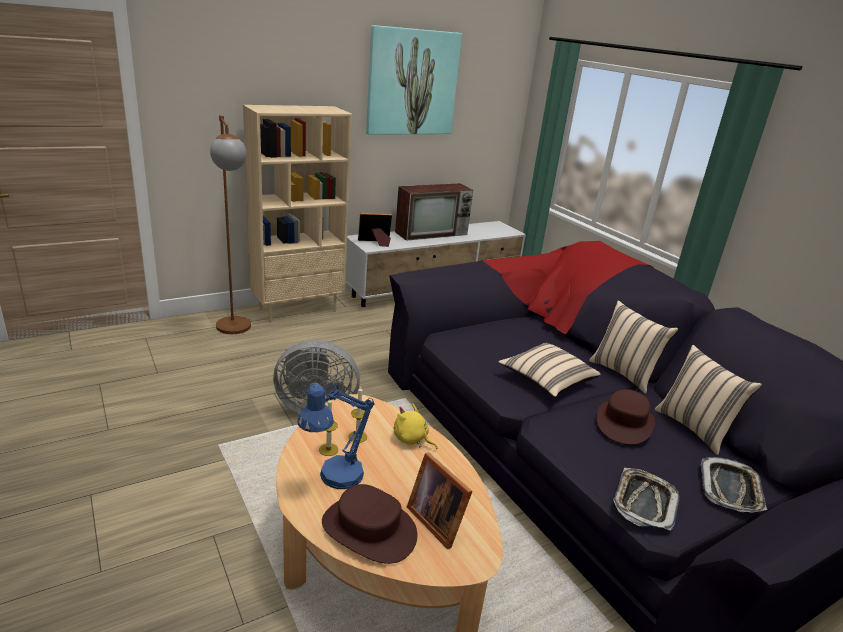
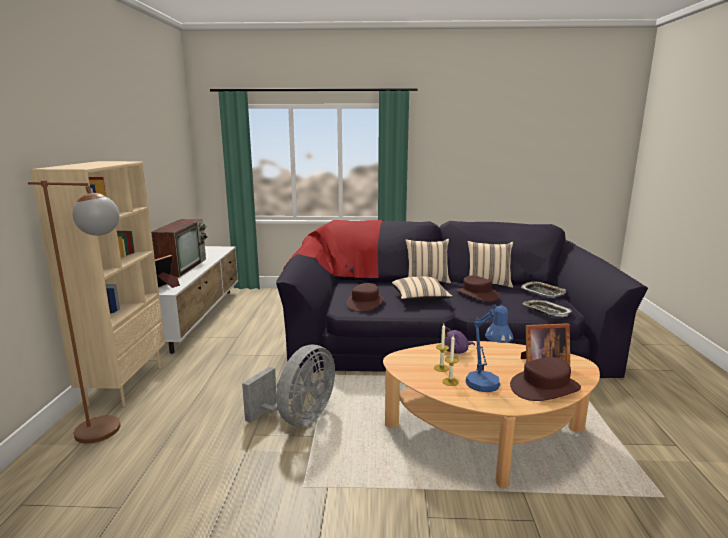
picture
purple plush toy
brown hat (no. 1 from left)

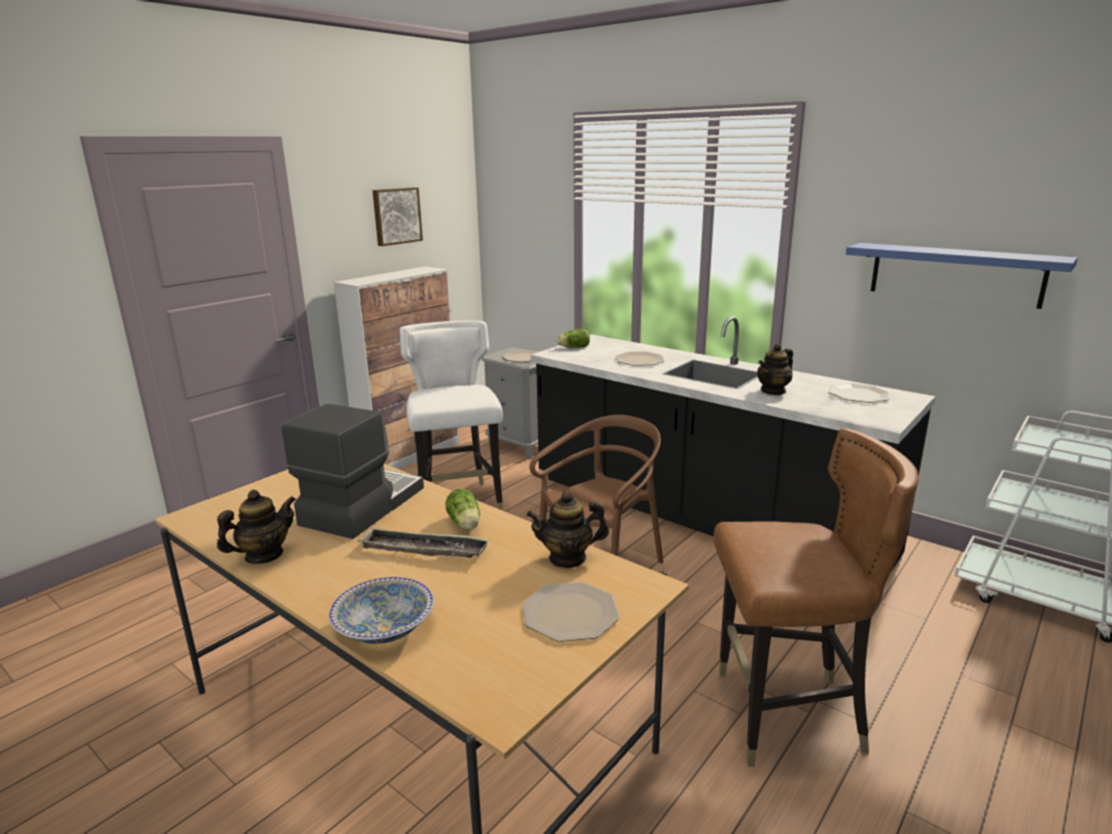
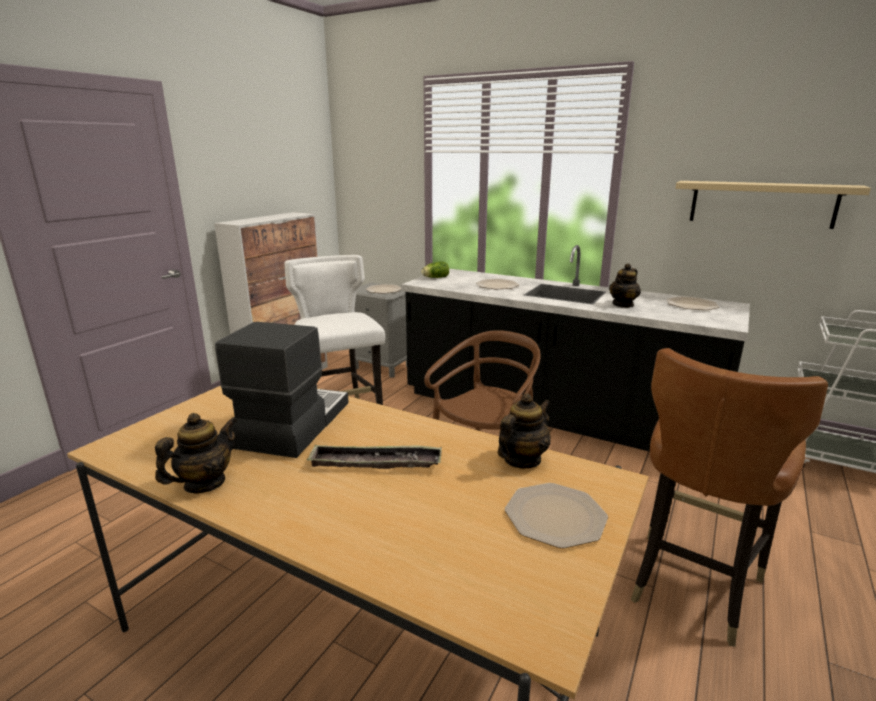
picture
beige shelf
brown chair (no. 2 from left)
lettuce (no. 1 from left in the first image)
teapot (no. 2 from left)
bowl

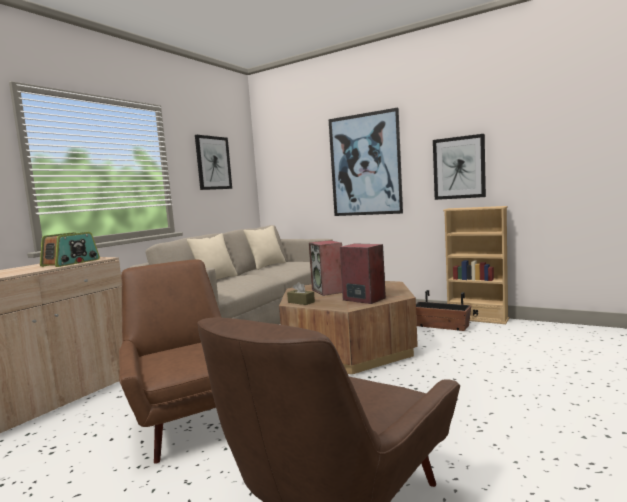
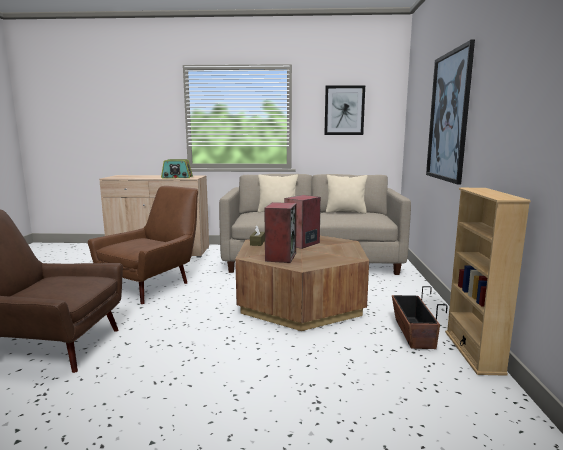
picture (no. 3 from left in the first image)

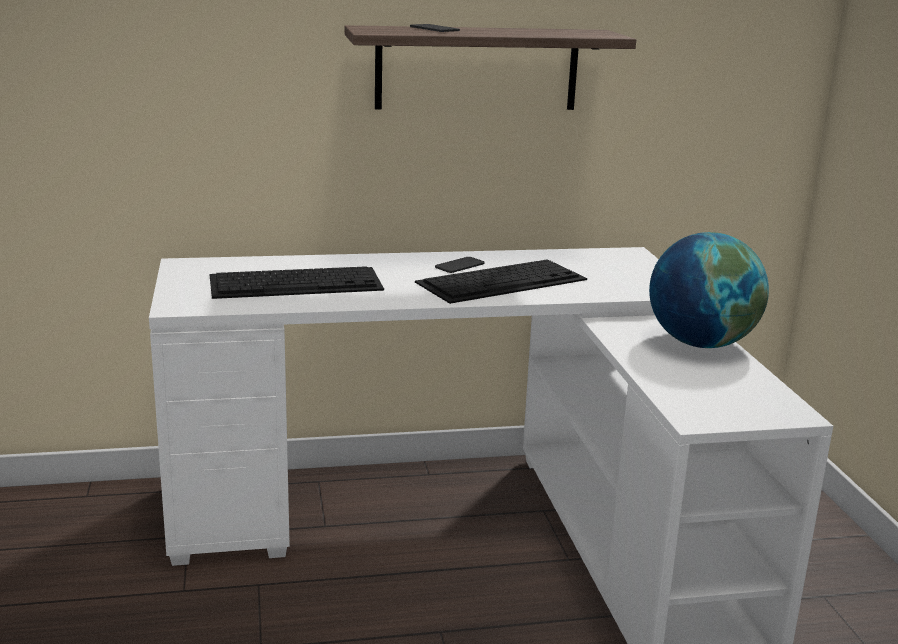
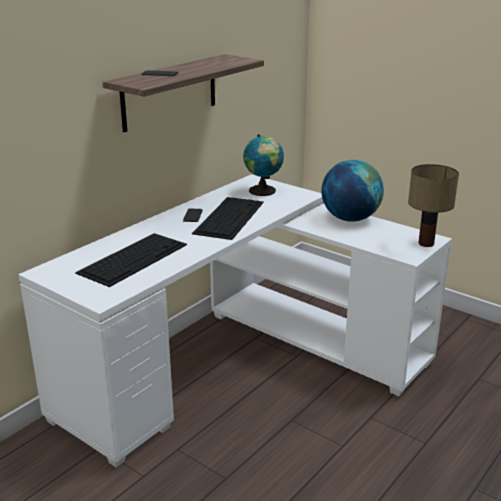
globe (no. 1 from left)
table lamp

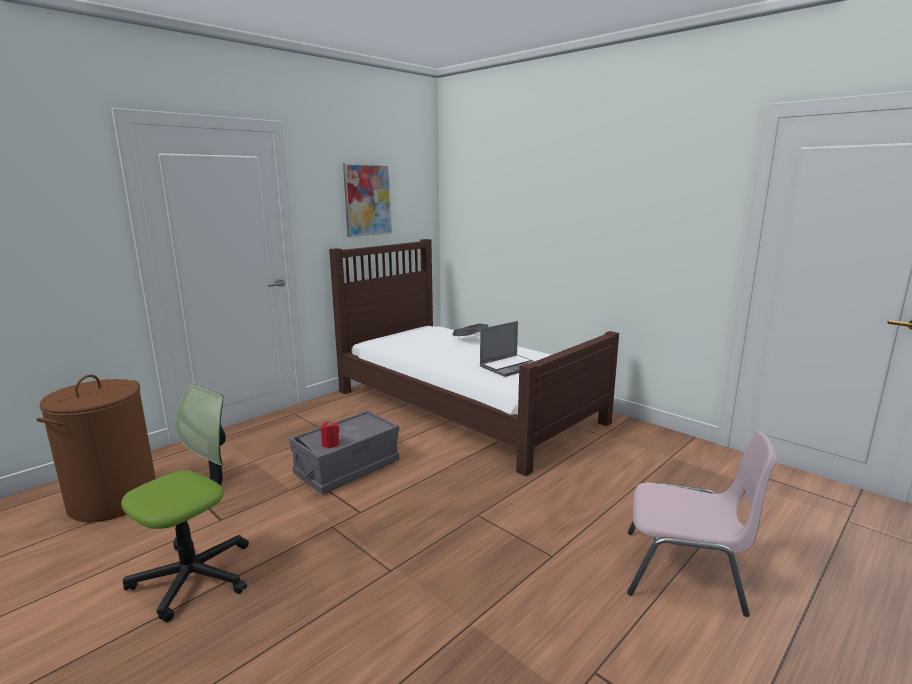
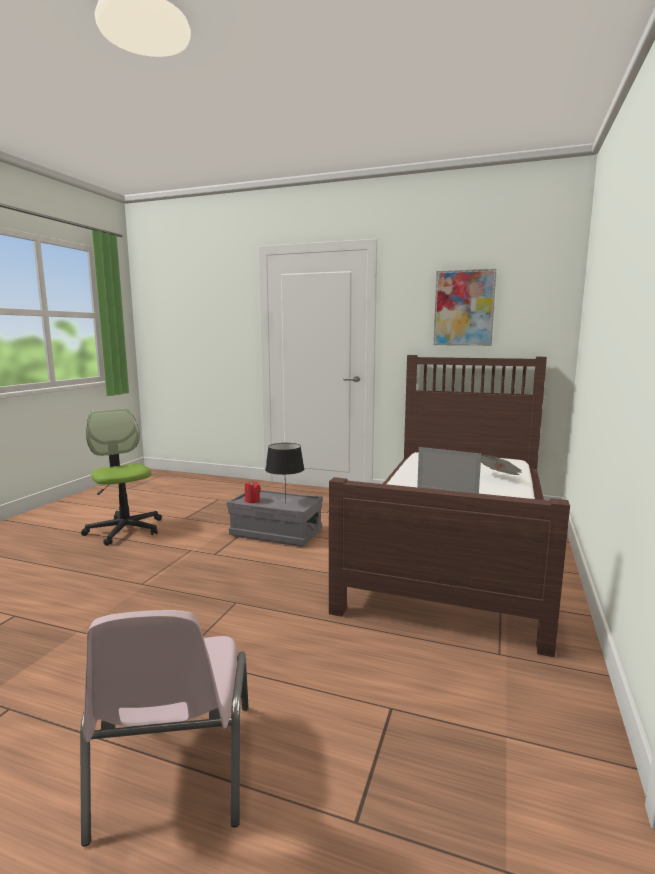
brown laundry basket
office chair
black table lamp

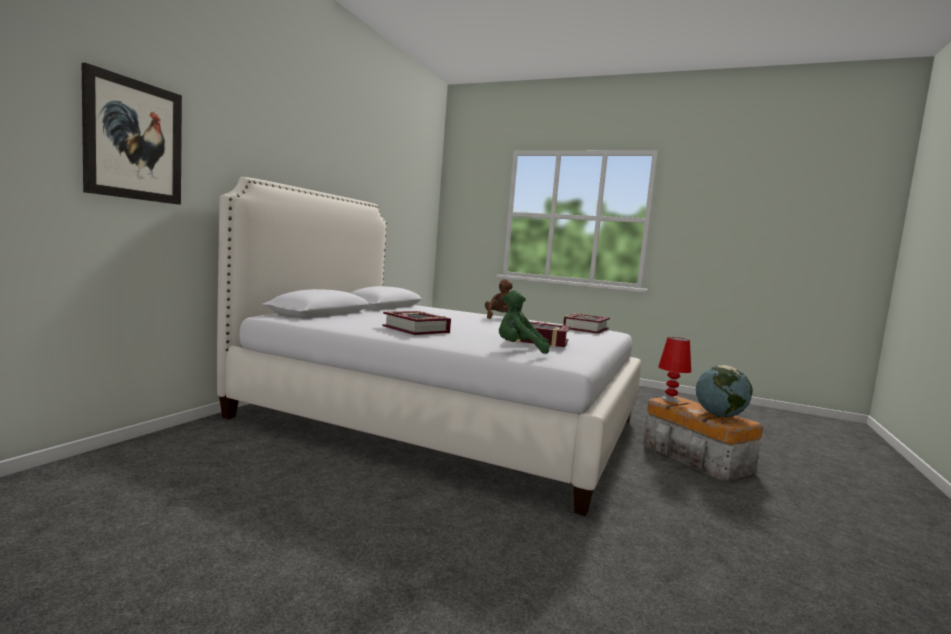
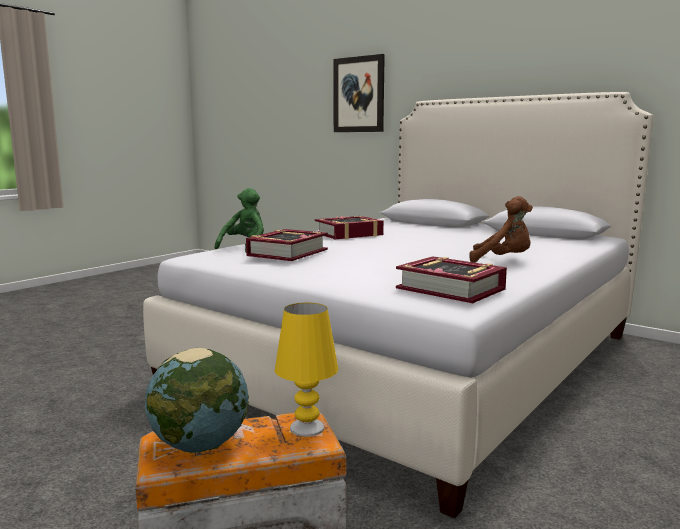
yellow table lamp

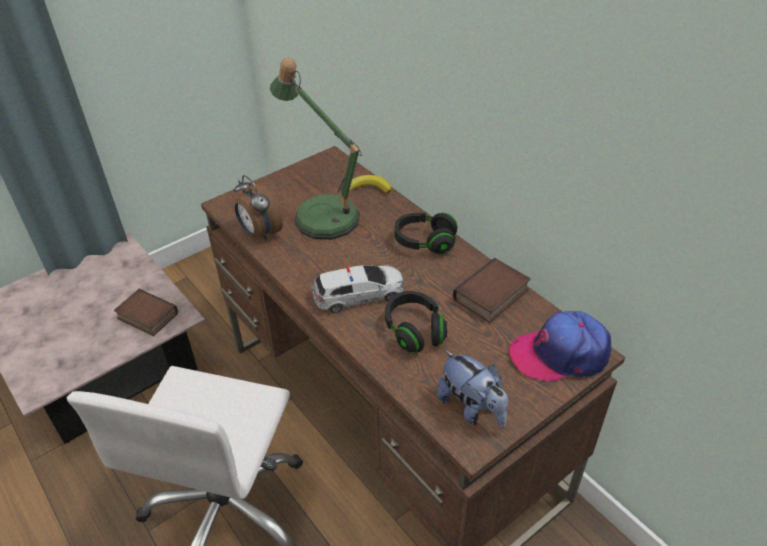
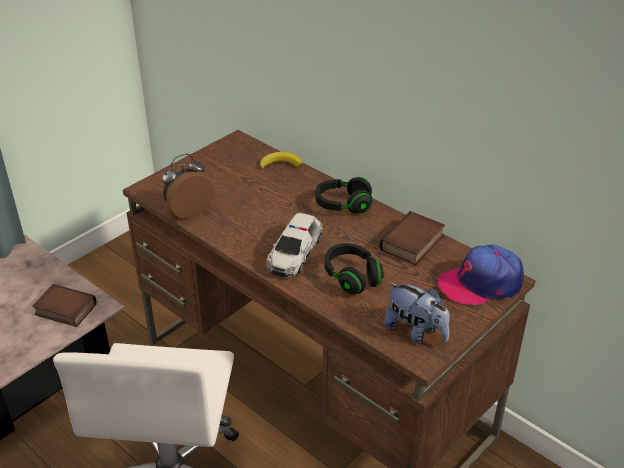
table lamp
alarm clock
toy car

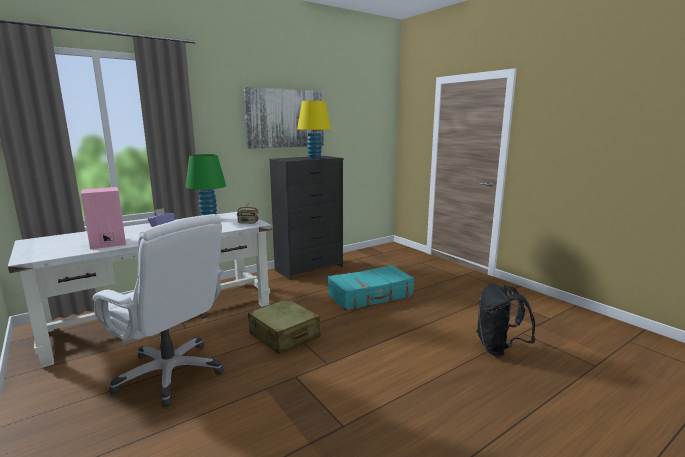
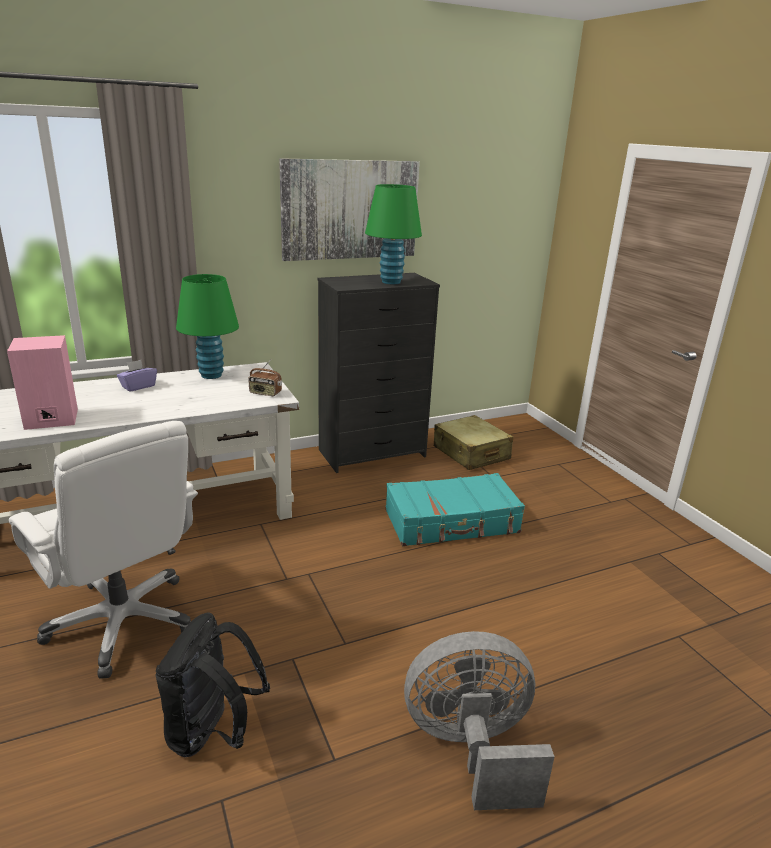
green table lamp (no. 2 from left)
black backpack
beige suitcase
grey fan

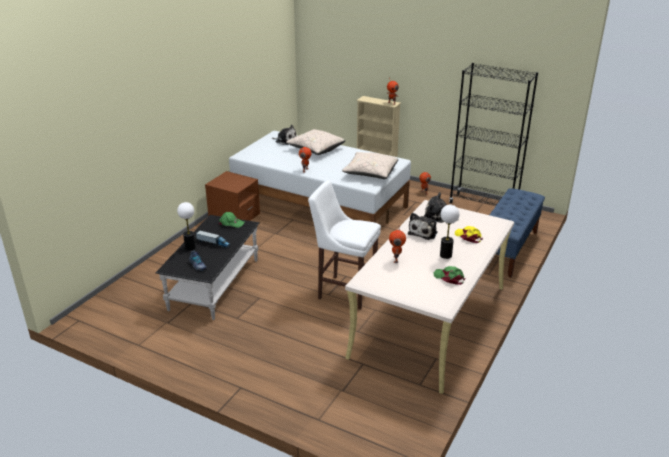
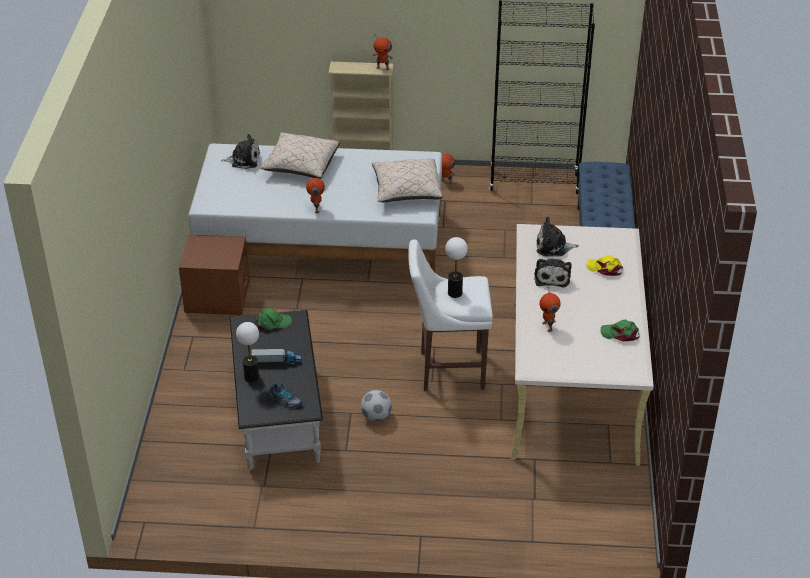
table lamp (no. 2 from left)
football

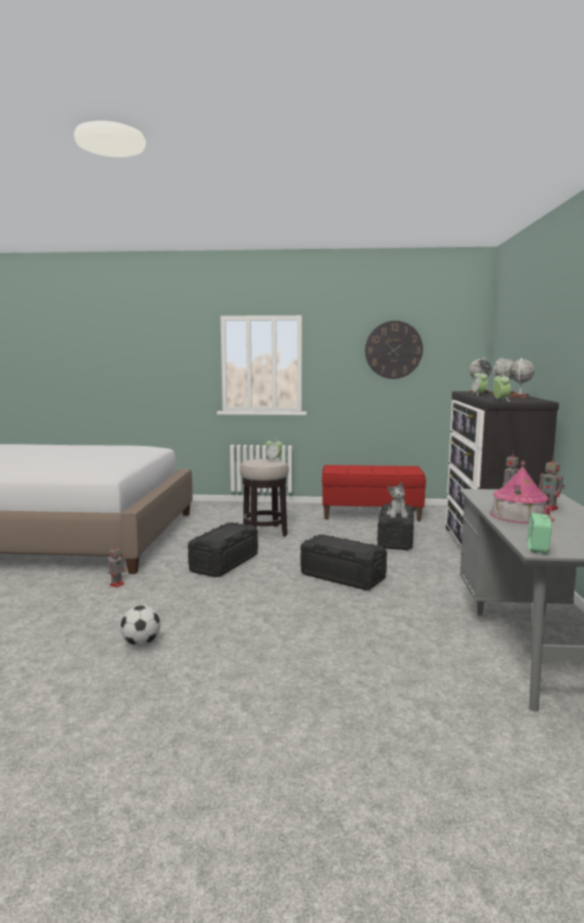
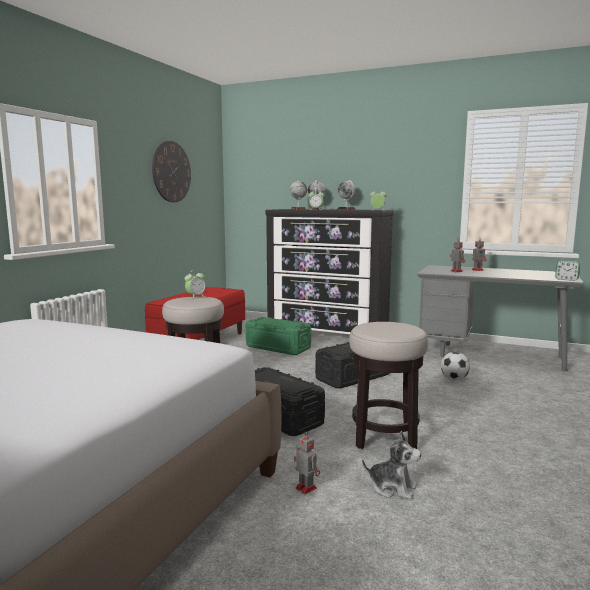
toy house
plush toy
green storage box
football
stool (no. 2 from left)

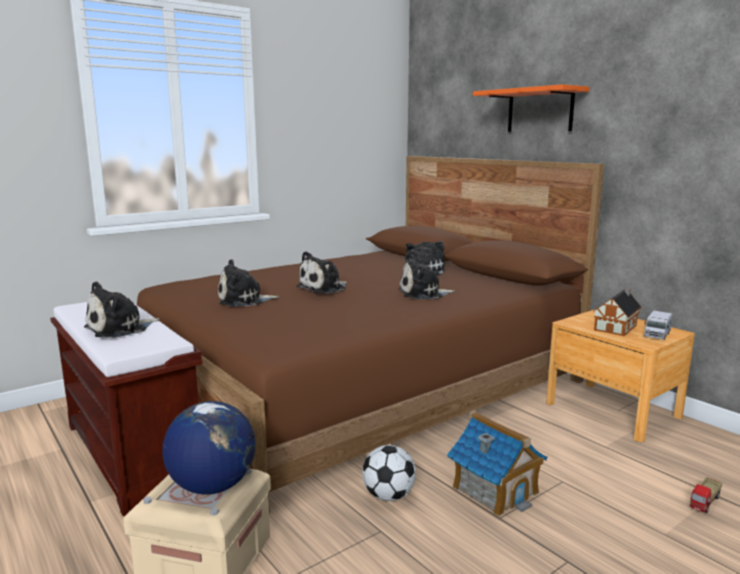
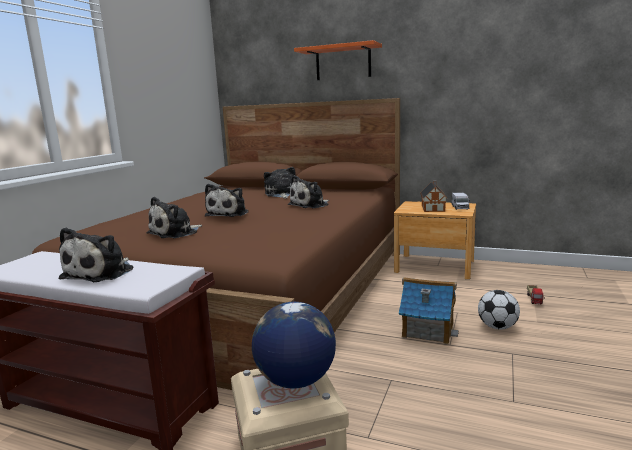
football

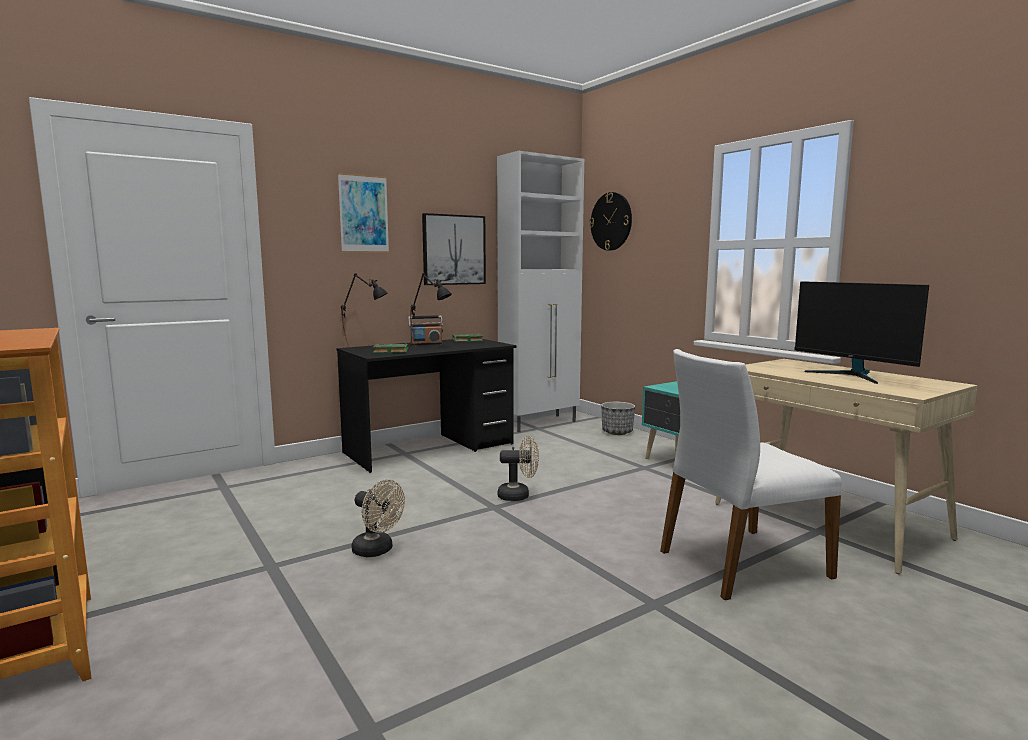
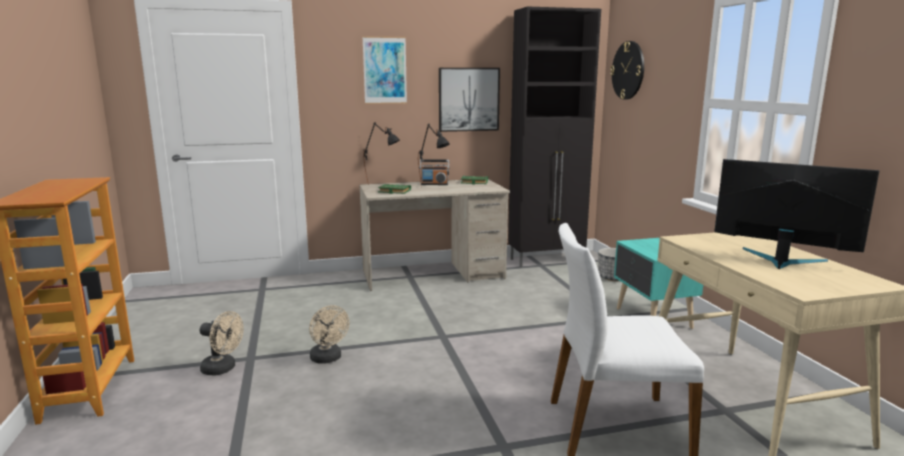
black cabinet
monitor
beige desk (no. 1 from left)
beige fan (no. 1 from left)

